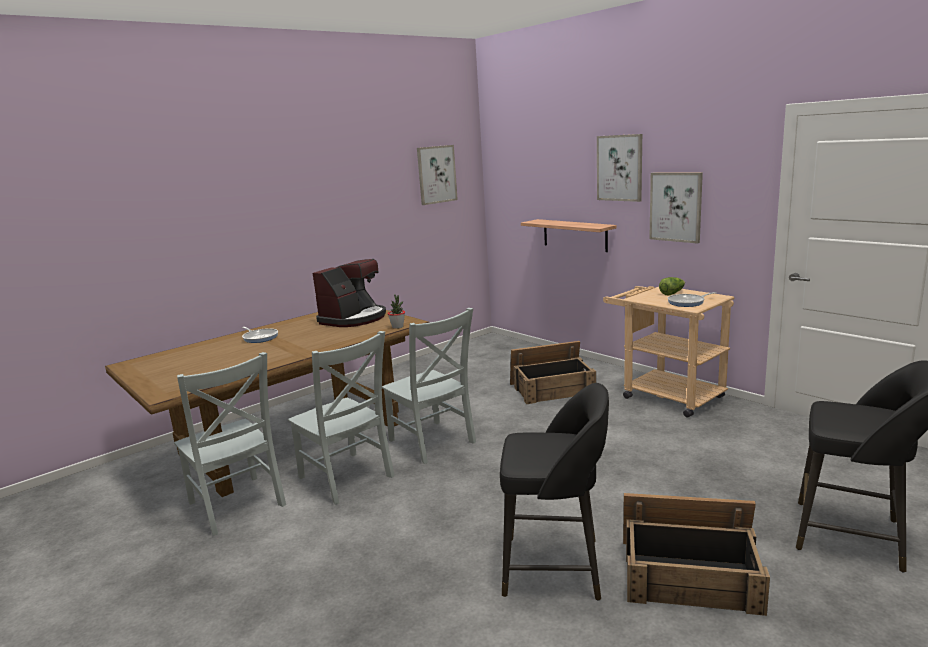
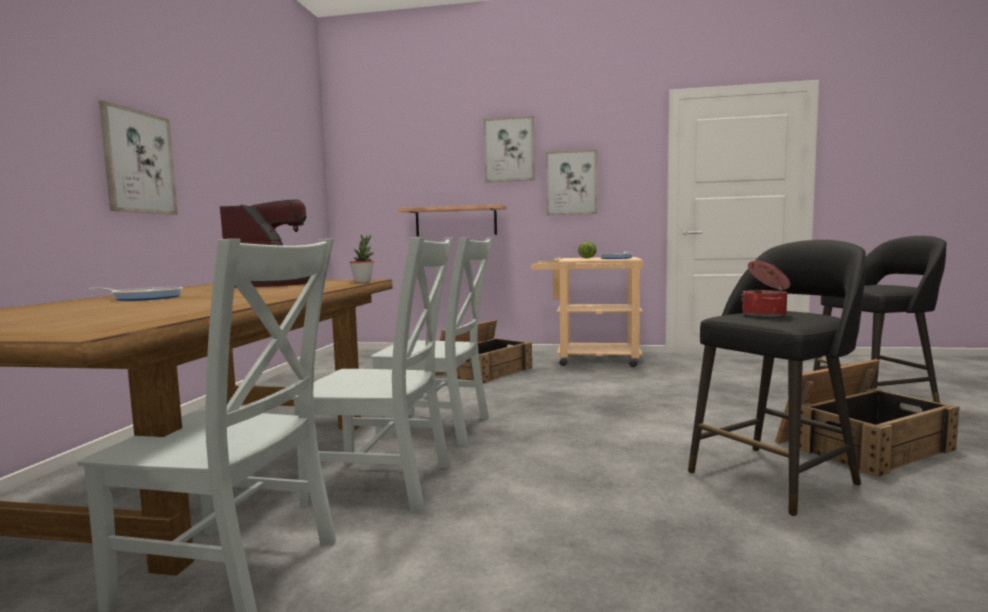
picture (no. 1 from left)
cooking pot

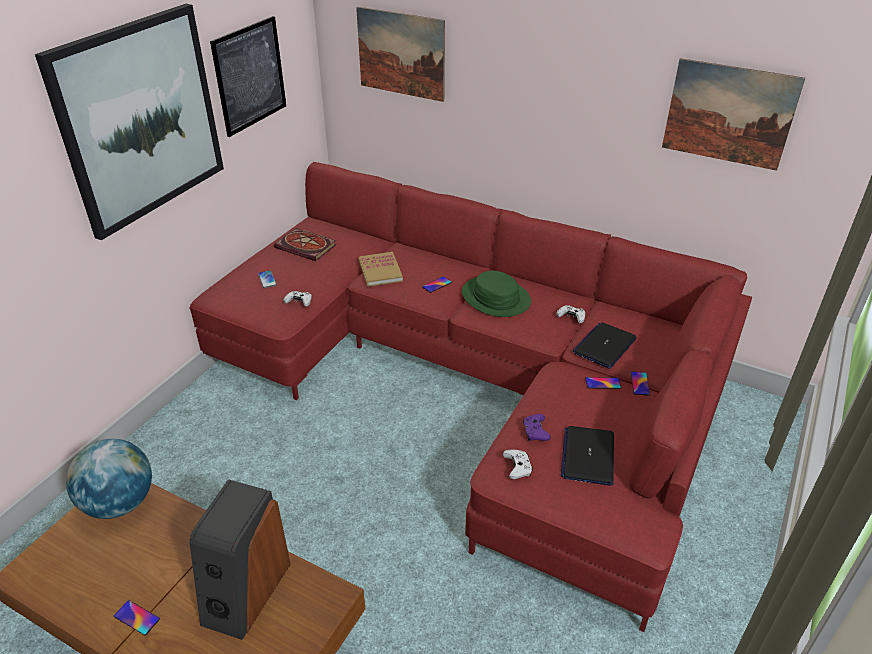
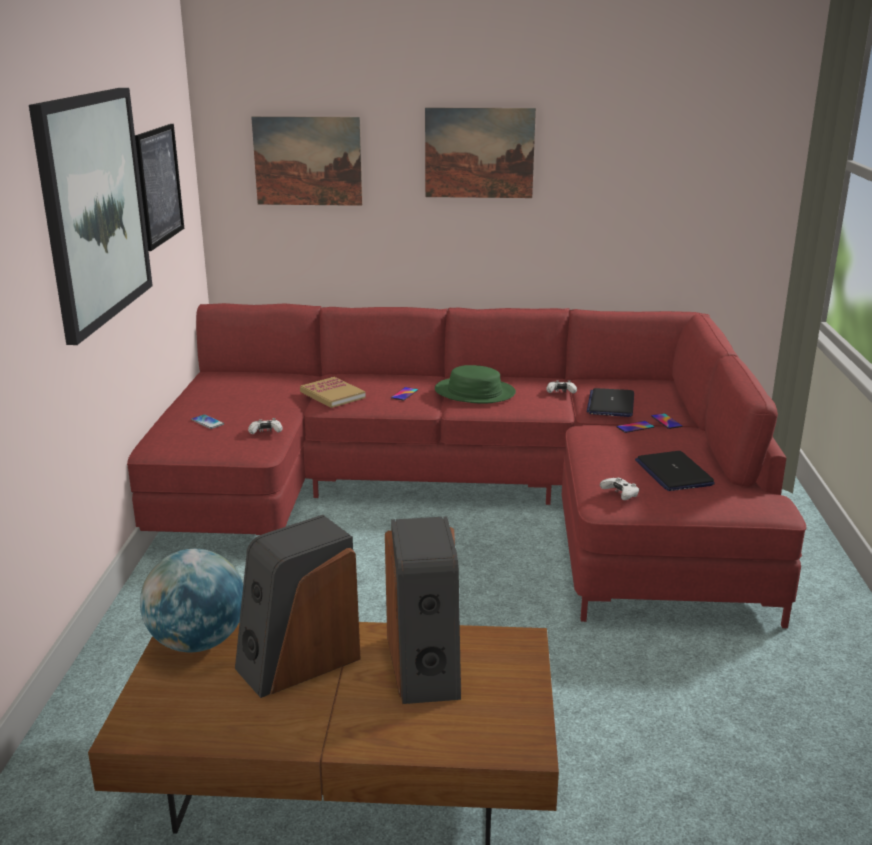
picture (no. 4 from left)
book (no. 1 from left in the first image)
purple game controller
phone (no. 1 from left in the first image)
speaker (no. 1 from left)

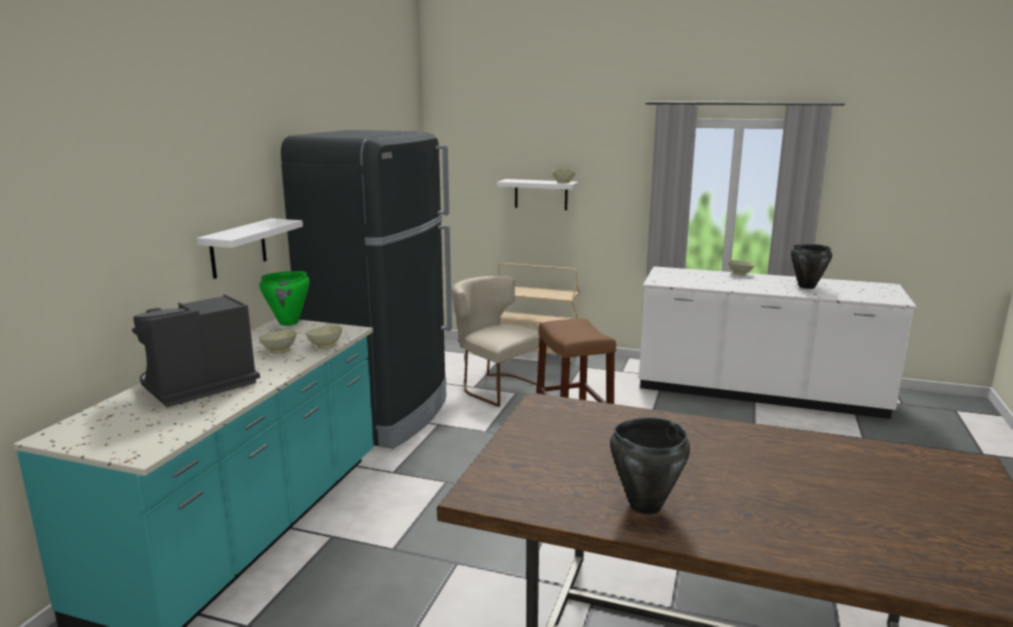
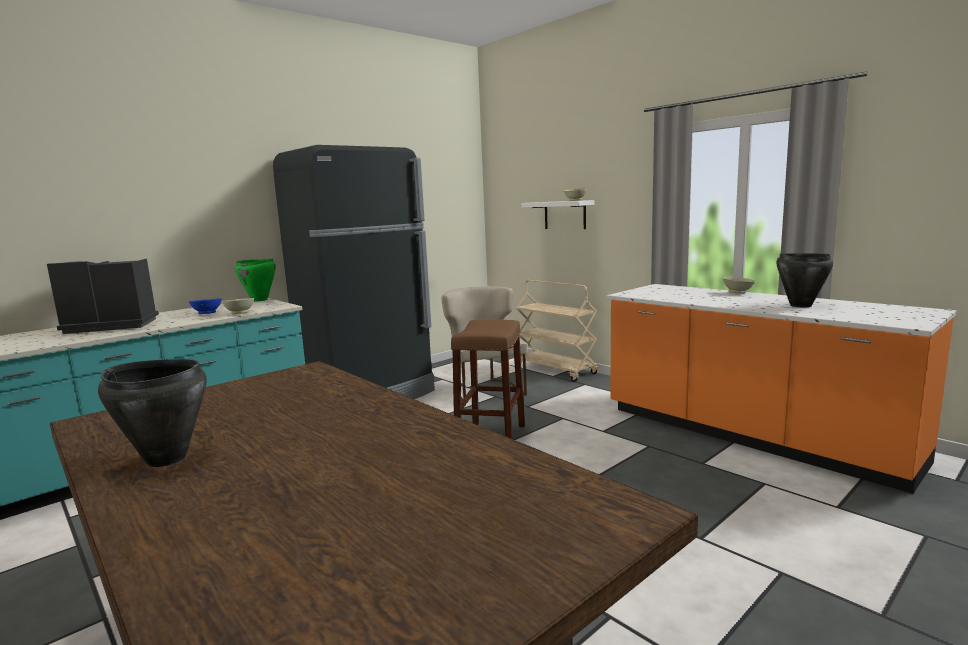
white shelf (no. 1 from left in the first image)
orange counter
blue bowl

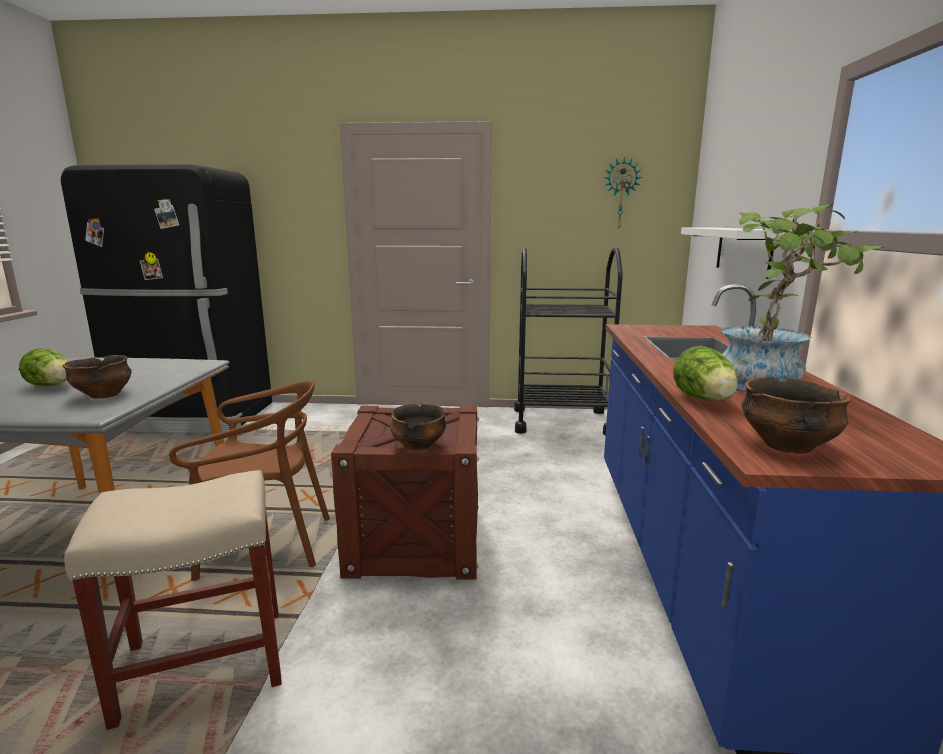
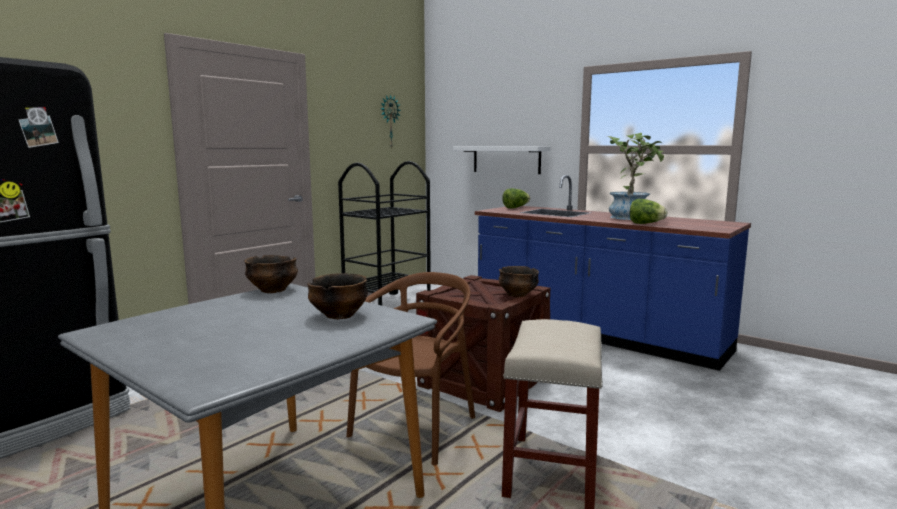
lettuce (no. 1 from left)
bowl (no. 1 from left)

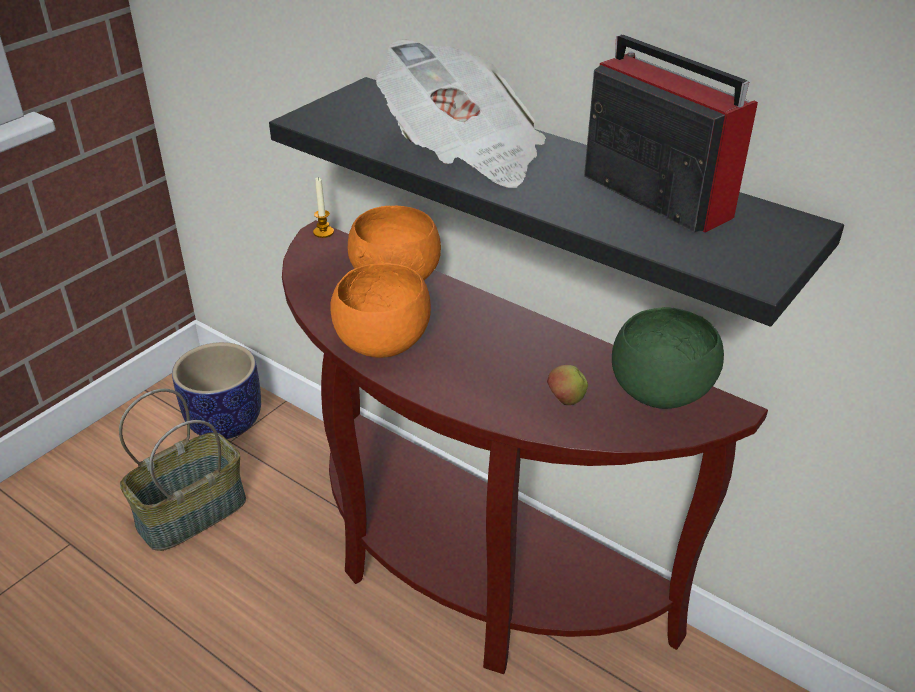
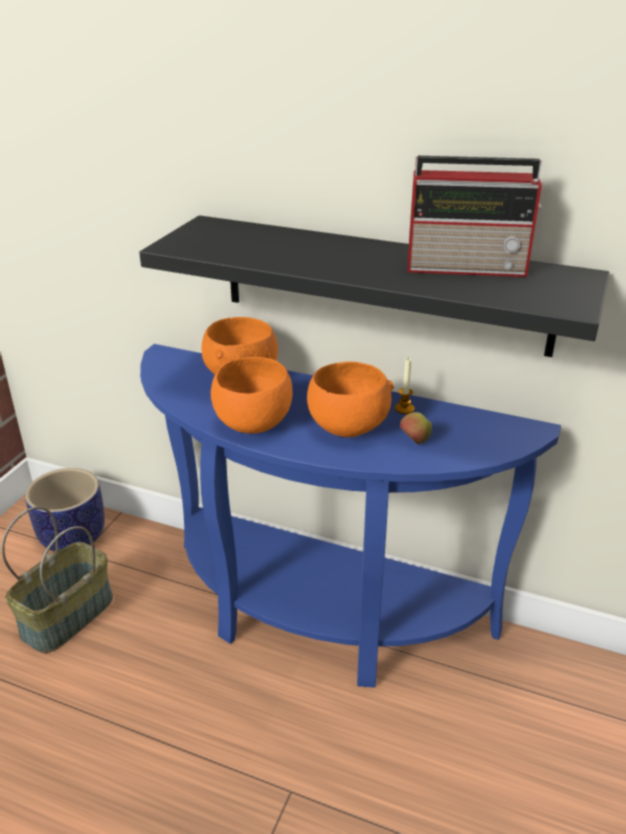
radio
newspaper
candle
blue console table
green bowl
orange bowl (no. 3 from left)

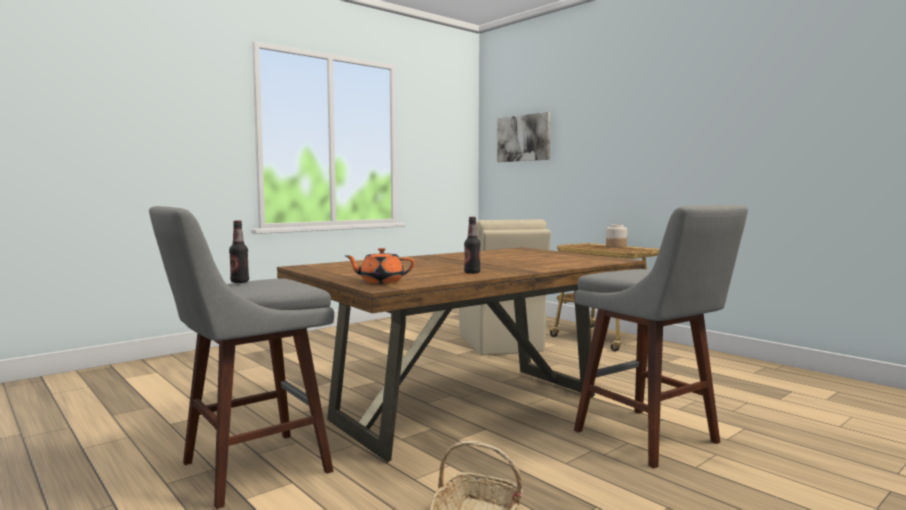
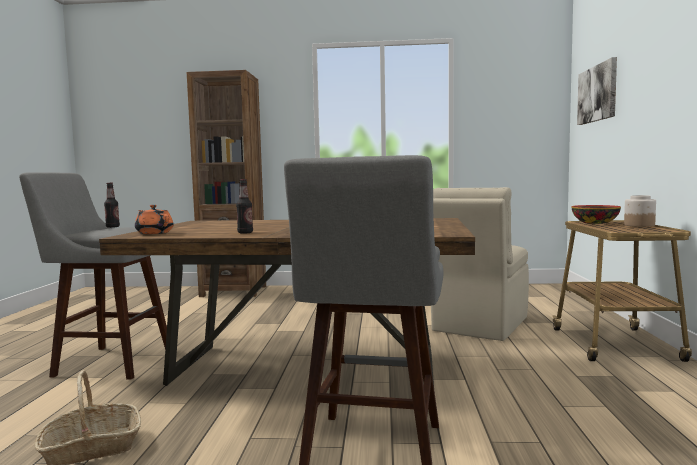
brown bookcase
bowl

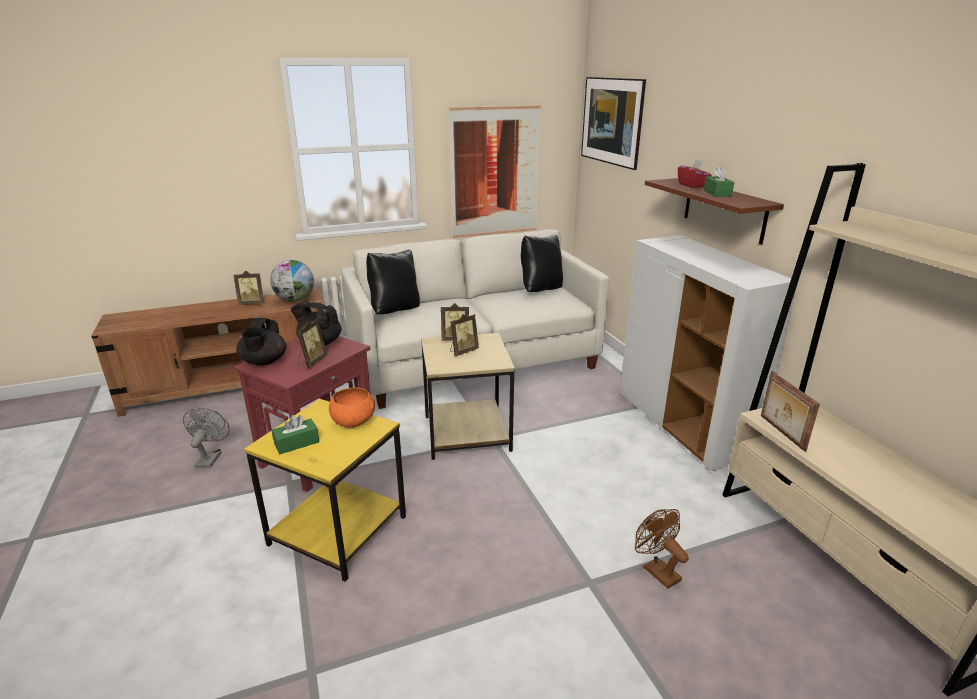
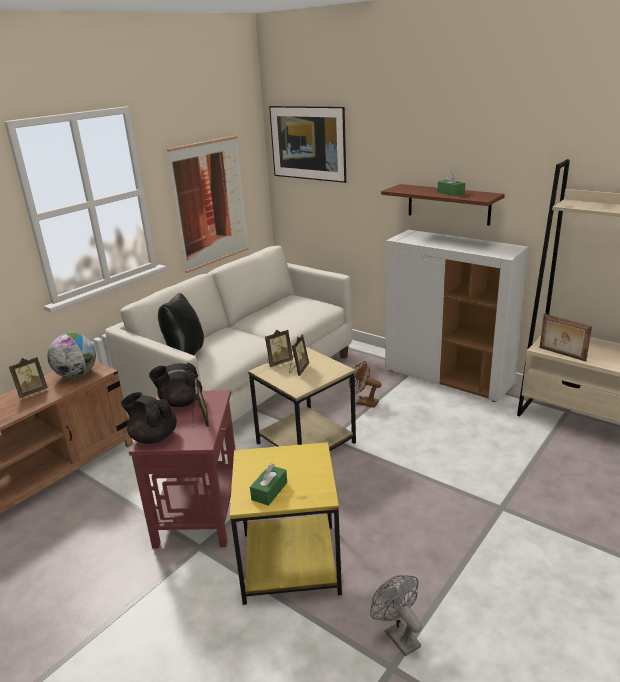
red tissue box
black pillow (no. 2 from left in the first image)
black teapot (no. 1 from left)
orange bowl
grey fan
brown fan

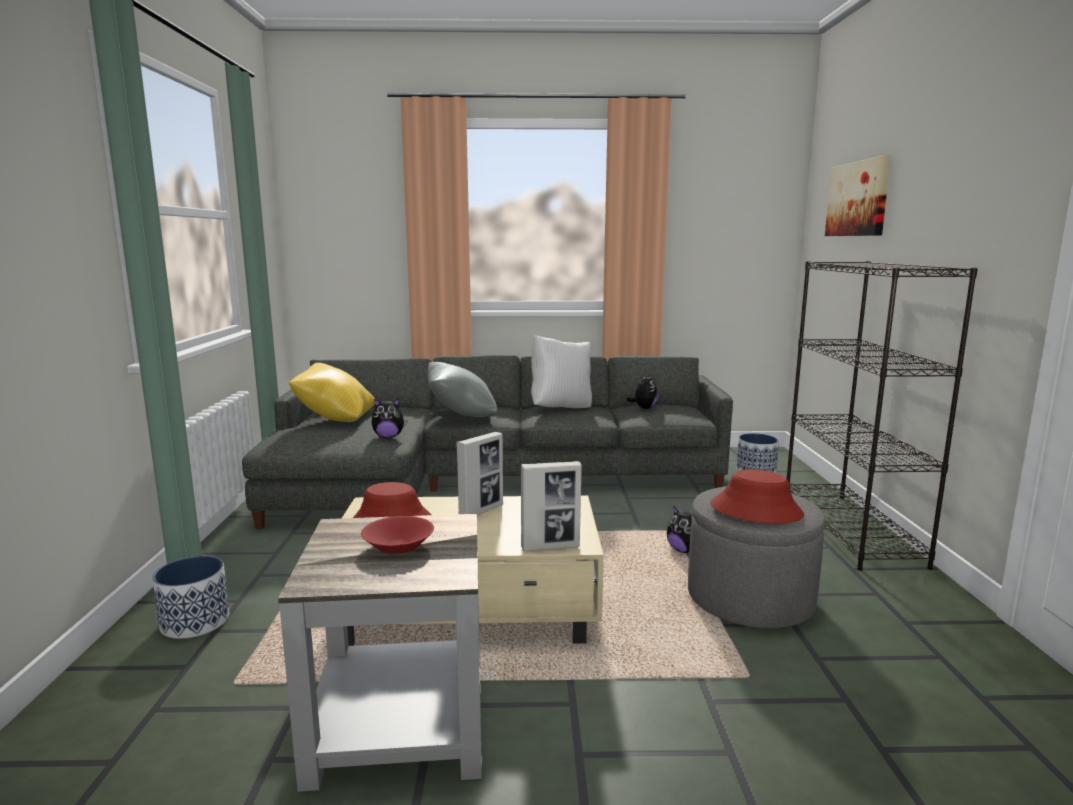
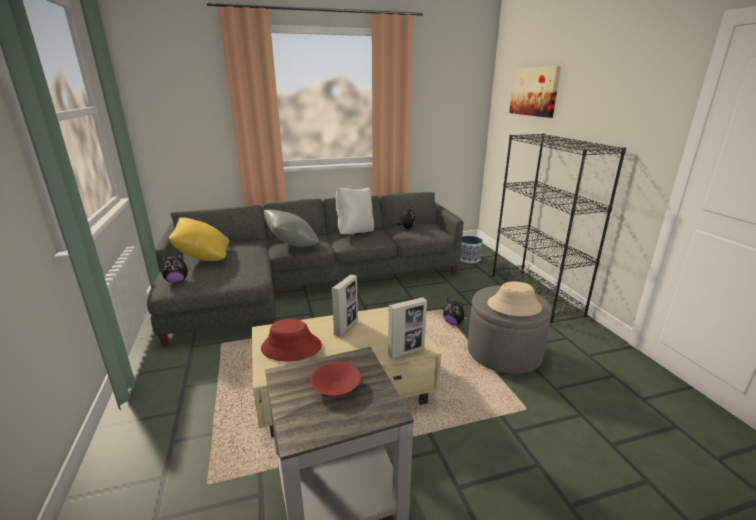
plush toy (no. 1 from left)
beige hat
planter (no. 1 from left in the first image)

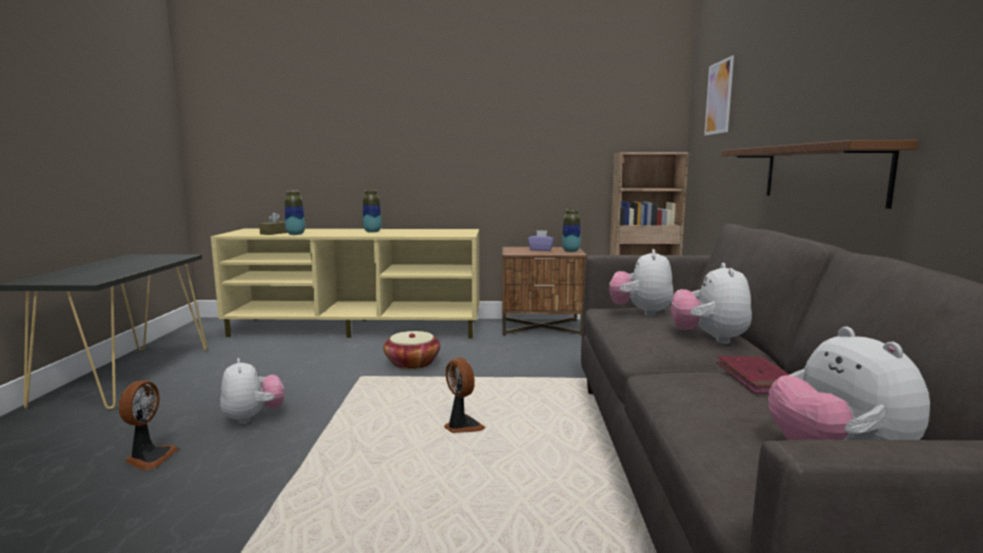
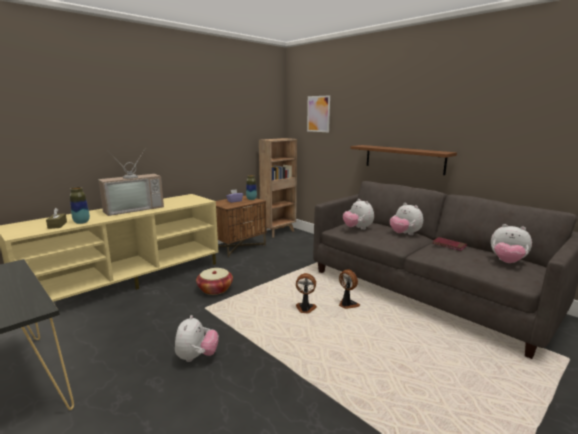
television
plush toy (no. 1 from left)
fan (no. 2 from left)

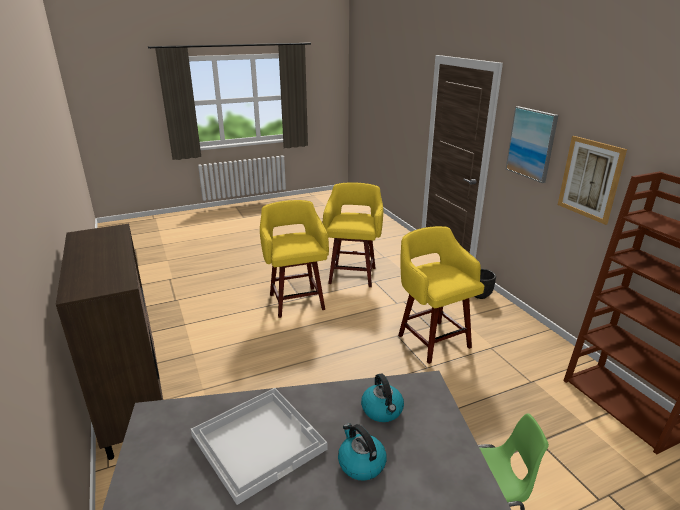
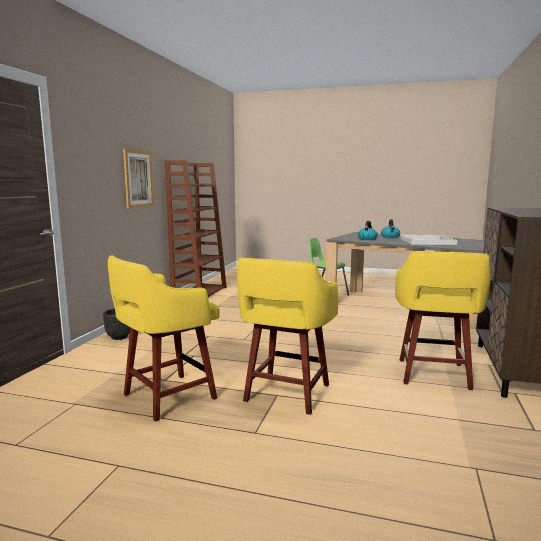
picture (no. 1 from left in the first image)
yellow stool (no. 3 from left)

